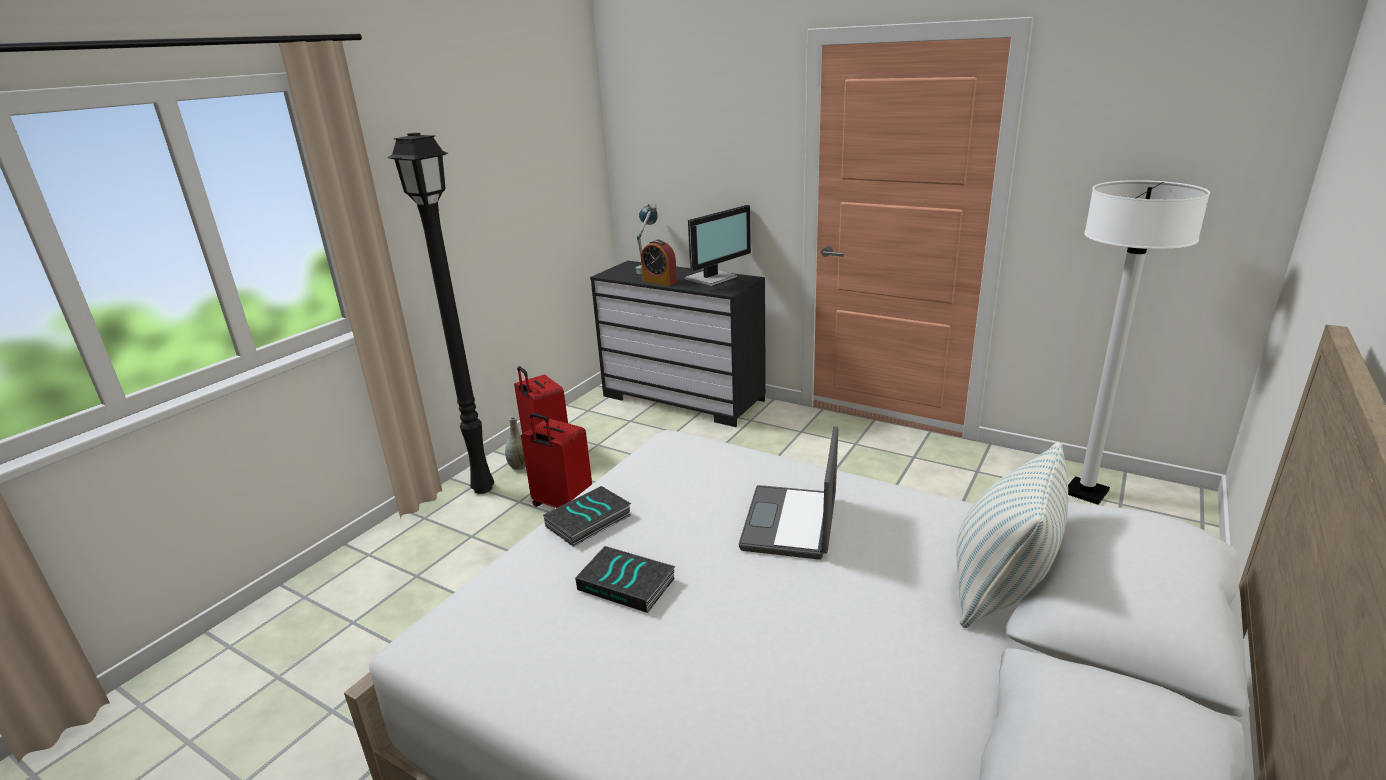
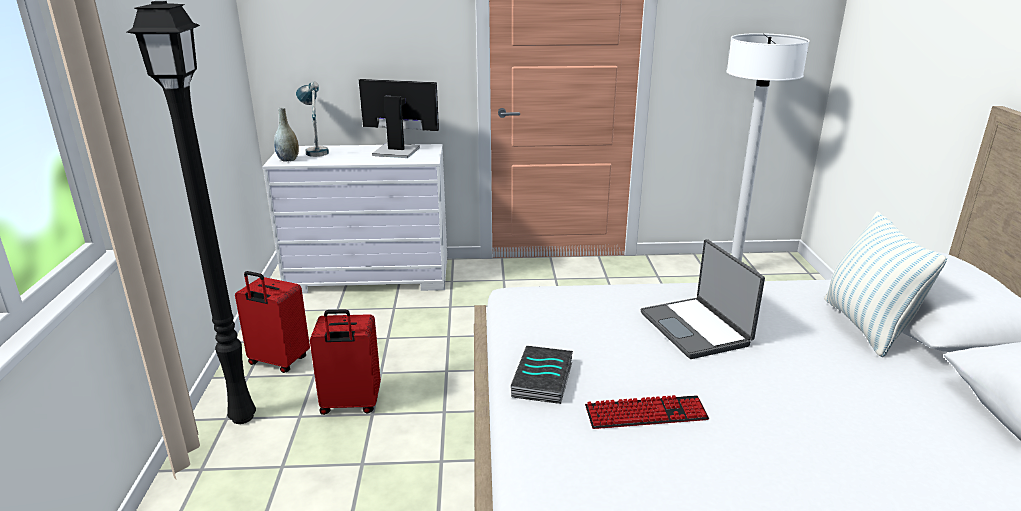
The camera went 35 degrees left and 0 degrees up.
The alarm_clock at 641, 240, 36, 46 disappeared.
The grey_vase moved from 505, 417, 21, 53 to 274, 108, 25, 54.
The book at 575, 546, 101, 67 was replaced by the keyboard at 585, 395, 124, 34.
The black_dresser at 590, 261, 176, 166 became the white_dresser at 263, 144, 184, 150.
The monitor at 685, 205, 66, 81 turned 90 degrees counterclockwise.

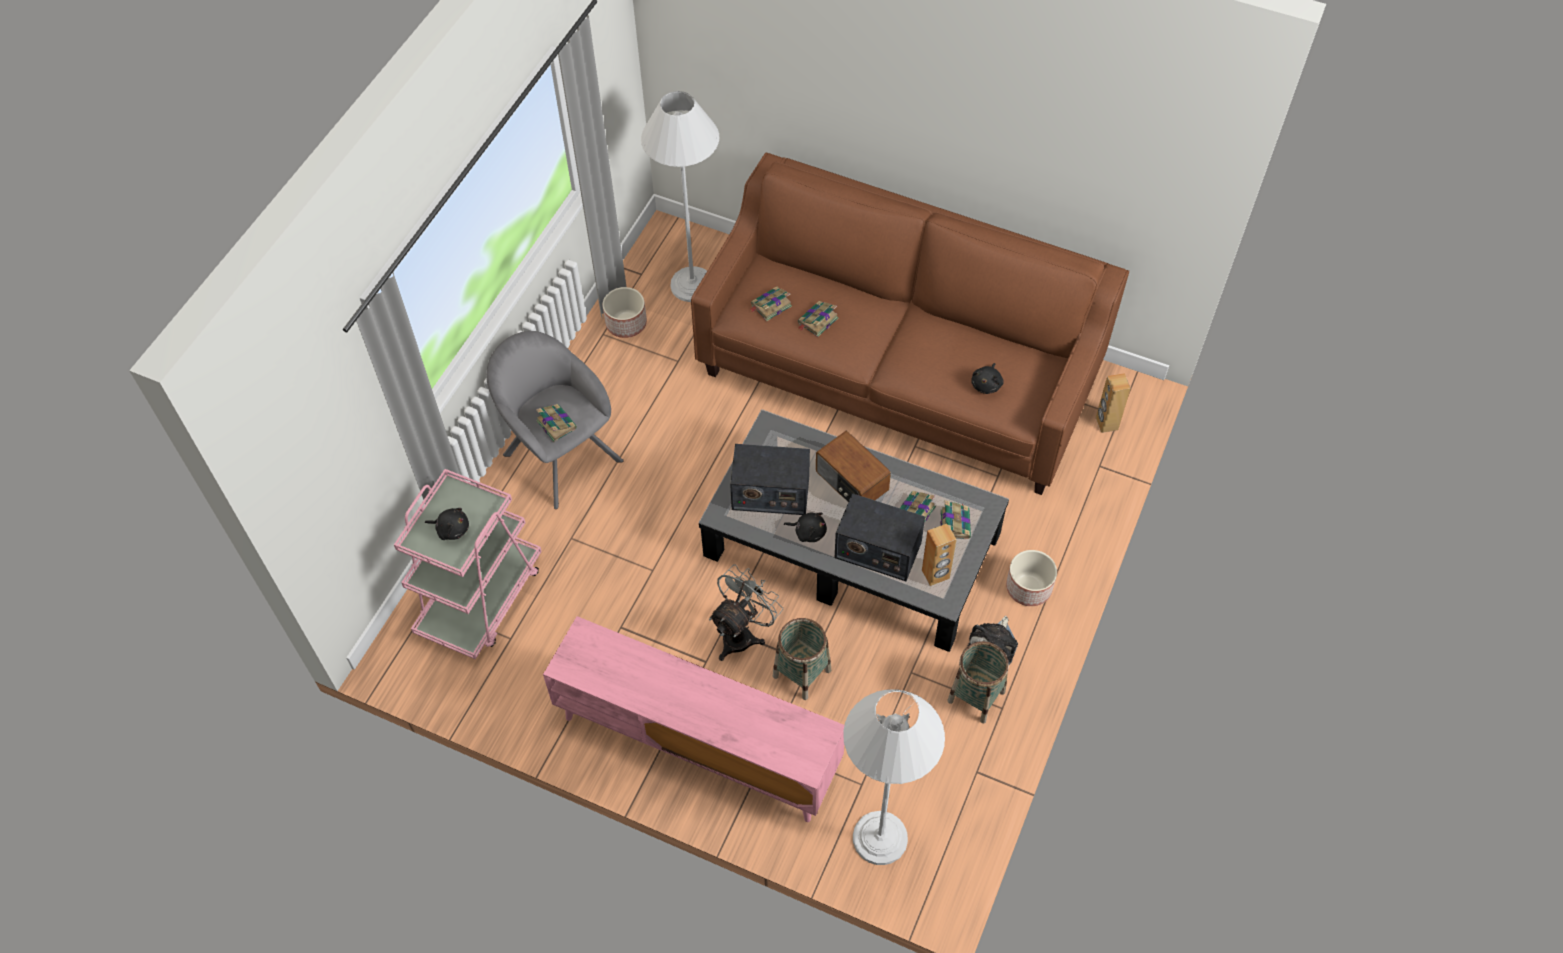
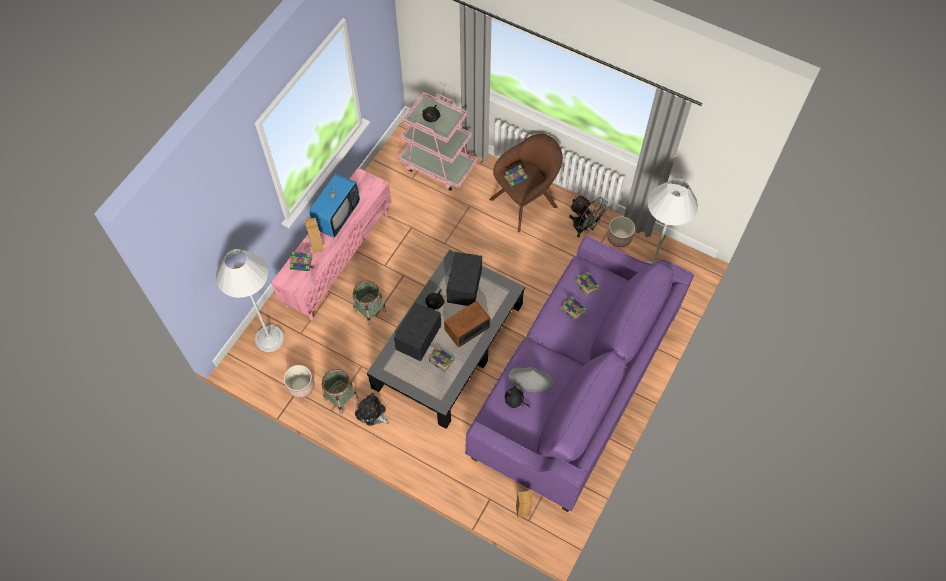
The camera went 95 degrees right and 5 degrees up.
The television at 310, 172, 50, 66 appeared.
The grey_hat at 509, 367, 44, 25 appeared.
The grey_fan moved from 709, 565, 74, 96 to 569, 196, 40, 41.
The brown_speaker moved from 922, 523, 35, 63 to 304, 217, 20, 36.
The book moved from 940, 500, 31, 39 to 290, 252, 24, 19.
The planter moved from 1006, 550, 51, 56 to 284, 365, 30, 33.
The grey_armchair at 486, 331, 137, 178 became the brown_armchair at 489, 134, 74, 98.
The brown_sofa at 691, 153, 438, 342 became the purple_sofa at 465, 236, 229, 276.

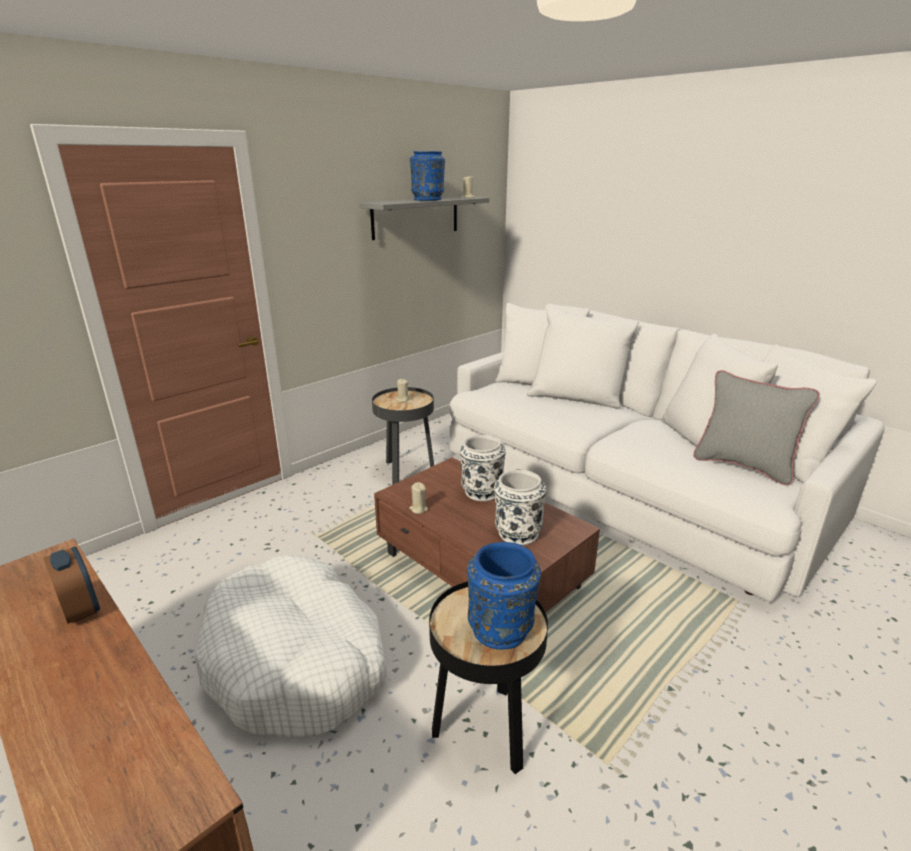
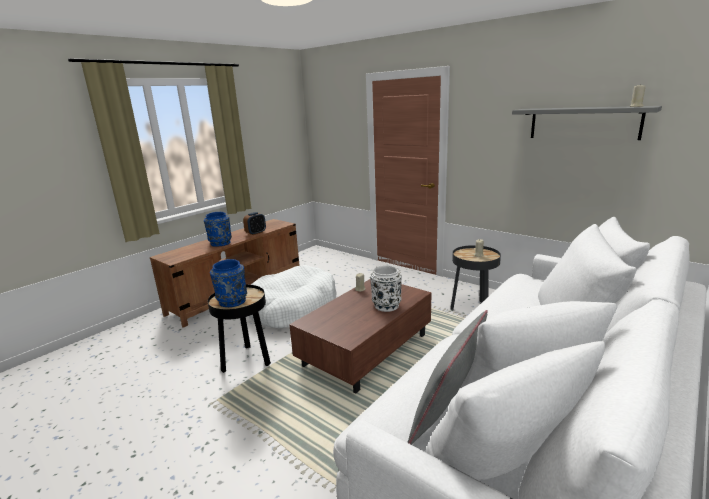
The camera went 85 degrees right and 5 degrees down.
The white_vase at 494, 469, 52, 76 disappeared.
The blue_vase moved from 410, 151, 35, 50 to 204, 212, 28, 35.

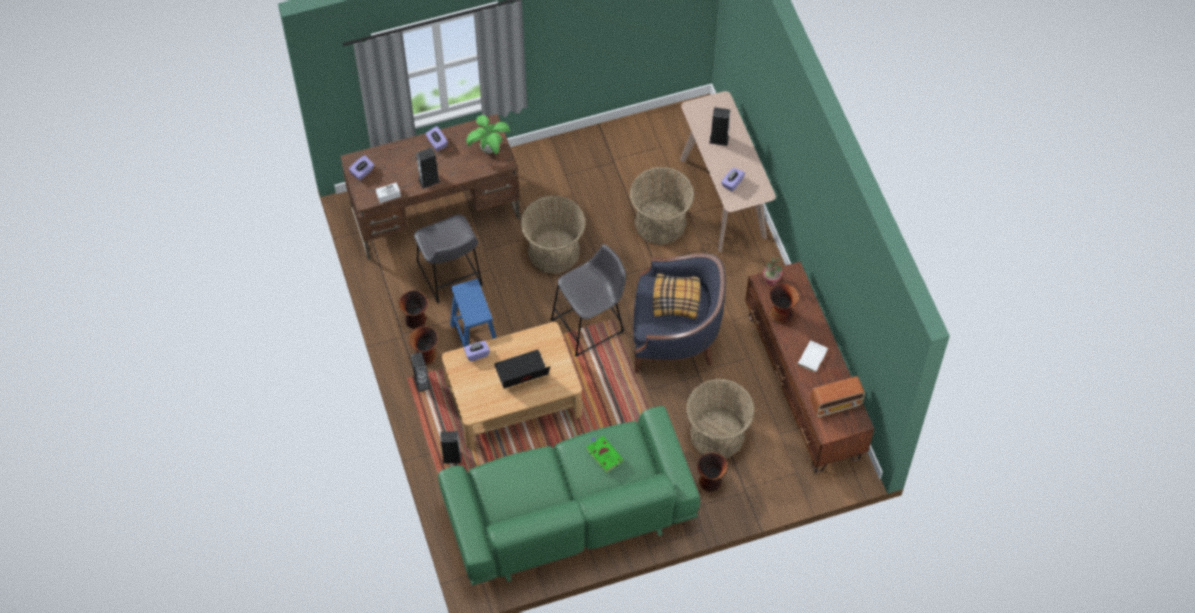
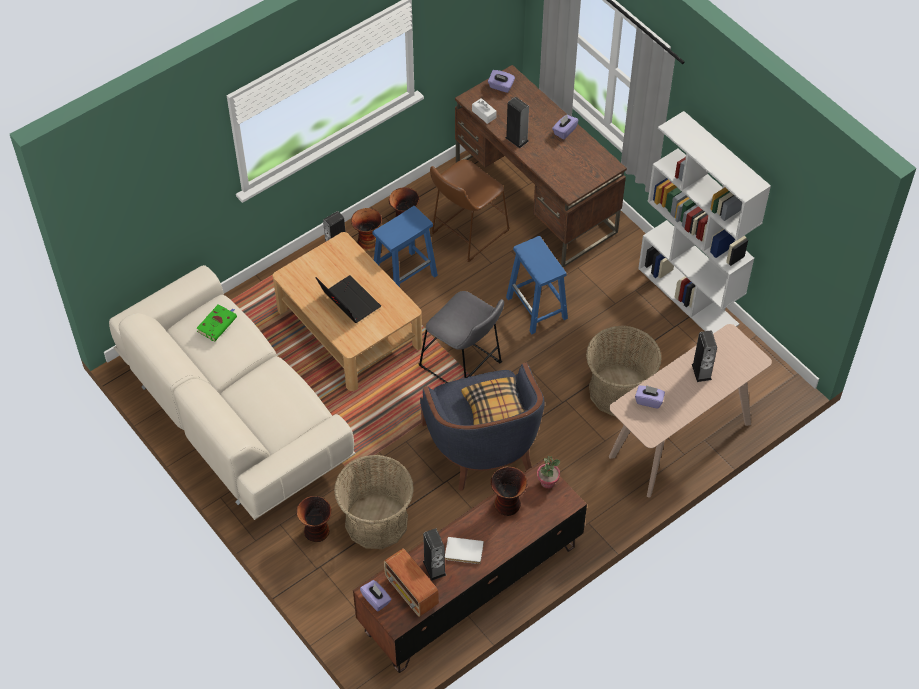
The camera went 70 degrees right and 5 degrees down.
The potted_plant at 466, 115, 44, 39 disappeared.
The white_bookcase at 638, 111, 133, 223 appeared.
The speaker moved from 441, 431, 20, 32 to 423, 528, 23, 53.
The purple_tissue_box moved from 464, 341, 26, 21 to 360, 580, 32, 32.
The green_book moved from 586, 436, 38, 37 to 196, 304, 41, 37.
The basket at 521, 196, 65, 78 was replaced by the blue_stool at 506, 236, 62, 98.
The grey_stool at 414, 215, 69, 88 became the brown_stool at 430, 159, 80, 103.
The green_sofa at 438, 406, 262, 179 became the beige_sofa at 109, 265, 247, 255.

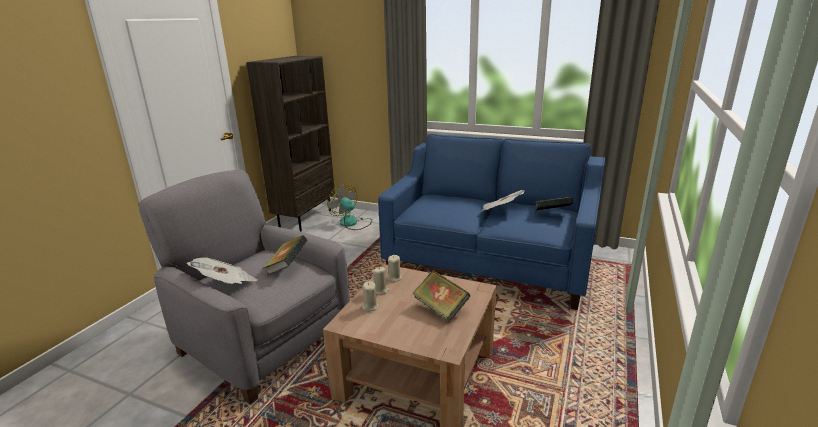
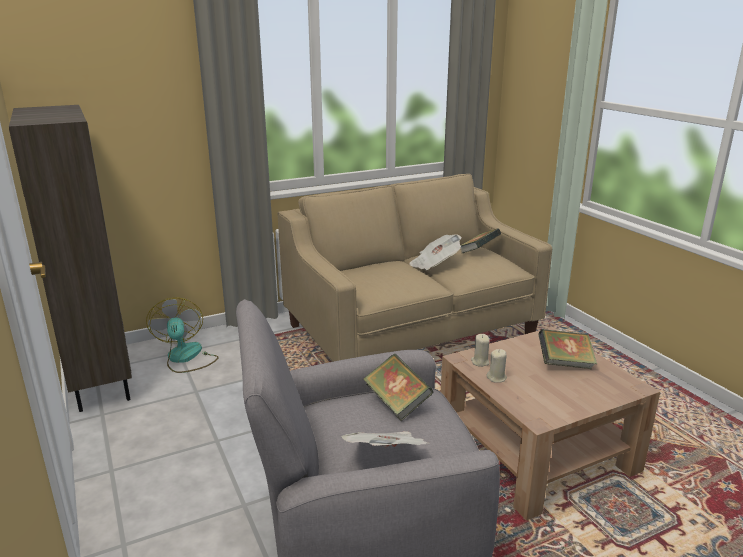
The camera went 50 degrees left and 0 degrees up.
The beige_candle at 362, 281, 16, 31 disappeared.
The blue_sofa at 378, 134, 227, 176 became the beige_sofa at 277, 174, 275, 188.
The fan at 327, 184, 45, 46 turned 75 degrees clockwise.

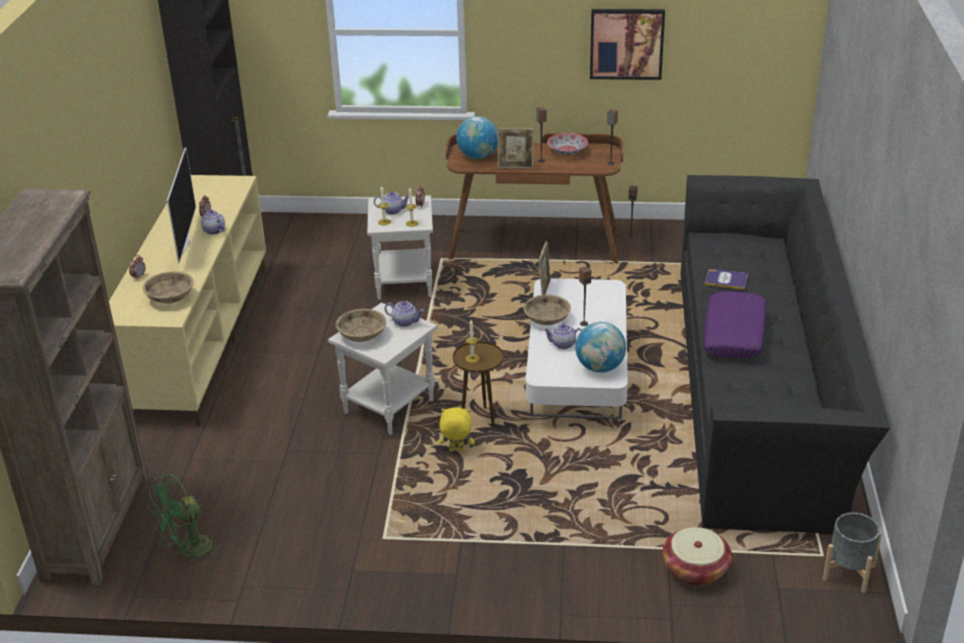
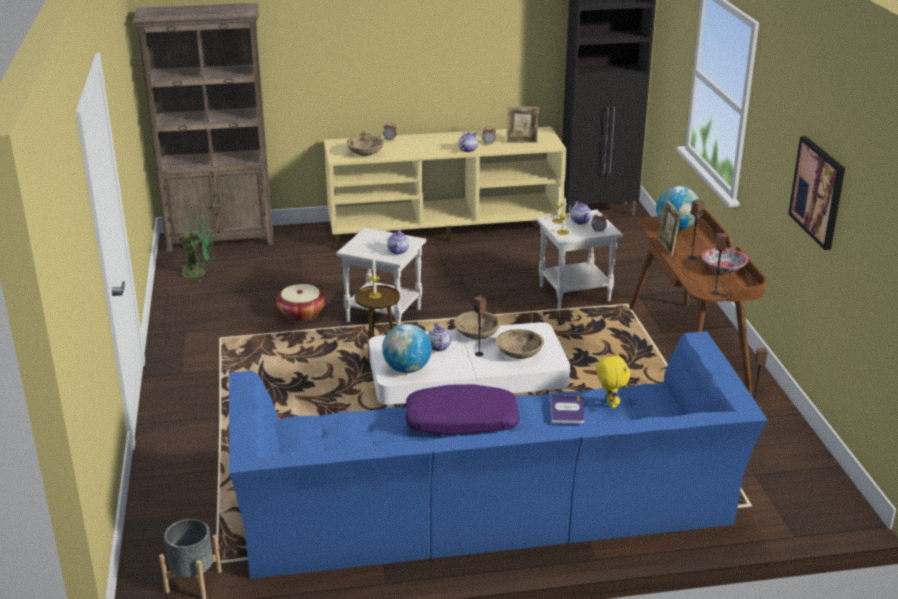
The camera went 75 degrees right and 5 degrees down.
The television at 167, 147, 29, 116 disappeared.
The beige_bowl moved from 336, 309, 50, 33 to 496, 329, 48, 30.
The yellow_plush_toy moved from 439, 407, 35, 45 to 596, 353, 34, 55.
The picture_frame moved from 539, 241, 12, 54 to 506, 106, 33, 37.
The basket moved from 662, 527, 70, 59 to 276, 284, 50, 38.
The black_sofa at 680, 175, 210, 359 became the blue_sofa at 229, 331, 539, 248.
The green_fan at 149, 474, 76, 91 turned 135 degrees clockwise.

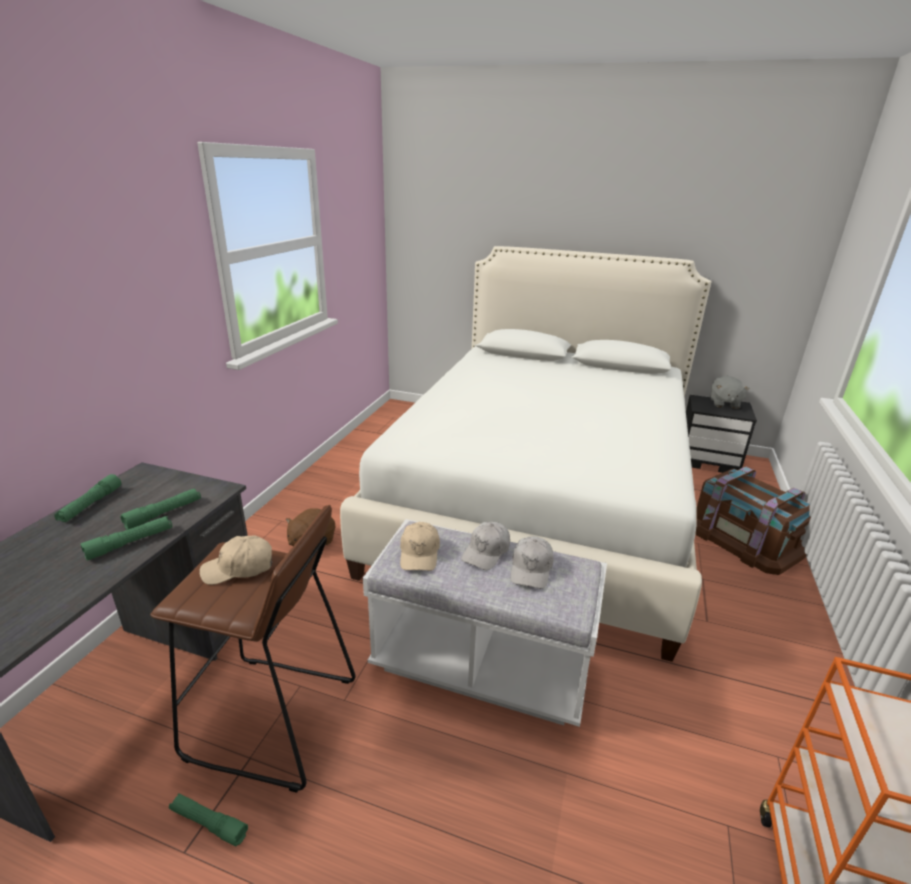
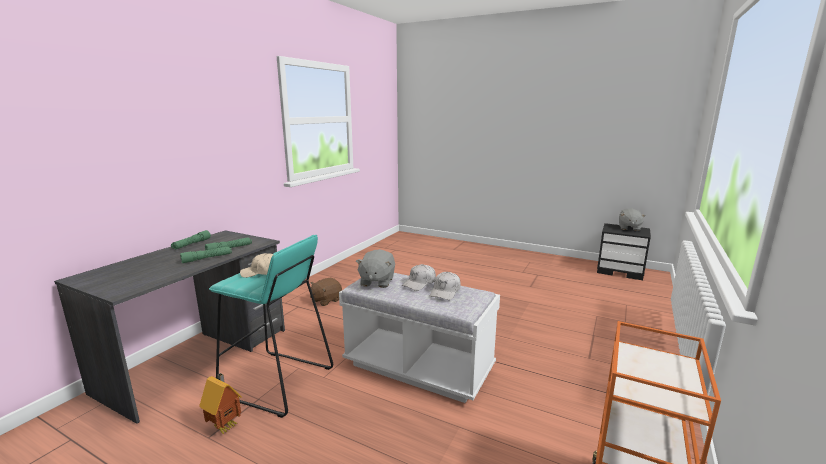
The camera went 10 degrees right and 10 degrees down.
The white_bed at 340, 246, 371, 416 disappeared.
The brown_storage_box at 696, 466, 115, 109 disappeared.
The green_flashlight at 169, 793, 79, 53 was replaced by the toy_house at 199, 373, 43, 61.
The beige_cap at 400, 522, 40, 49 was replaced by the grey_plush_toy at 356, 249, 39, 39.
The brown_stool at 150, 505, 205, 288 became the turquoise_stool at 209, 235, 124, 183.

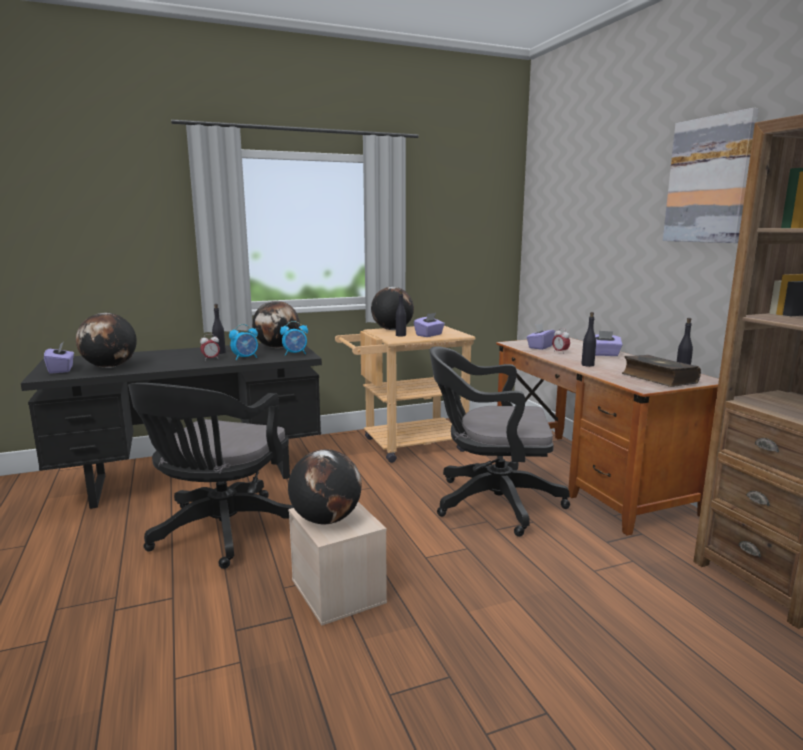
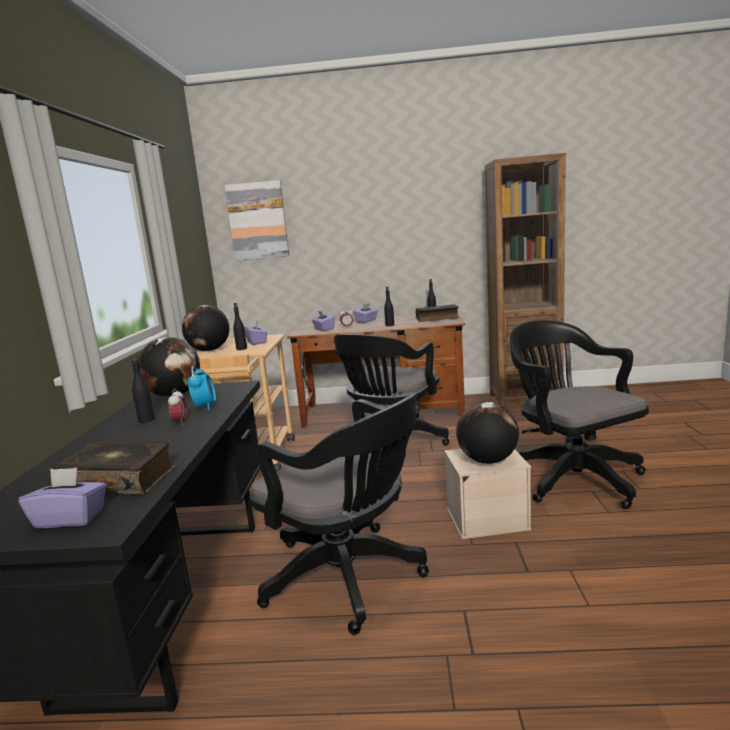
The camera went 65 degrees left and 0 degrees up.
The alarm_clock at 280, 321, 28, 35 disappeared.
The black_office_chair at 510, 320, 139, 189 appeared.
The picture moved from 663, 108, 96, 135 to 225, 180, 64, 81.
The globe at 76, 313, 61, 55 was replaced by the book at 50, 441, 125, 54.

